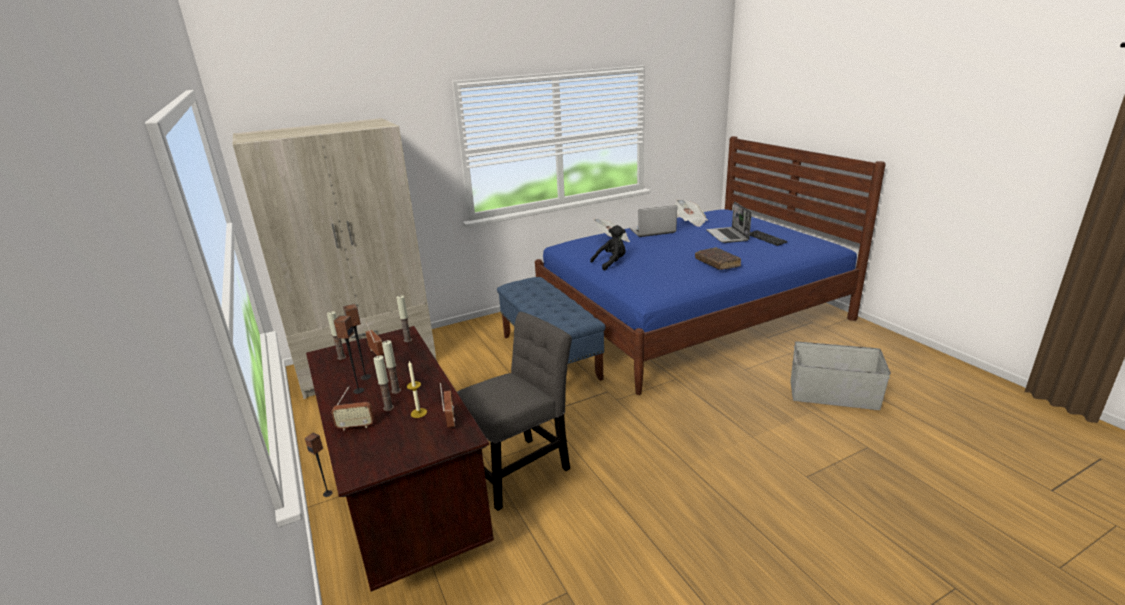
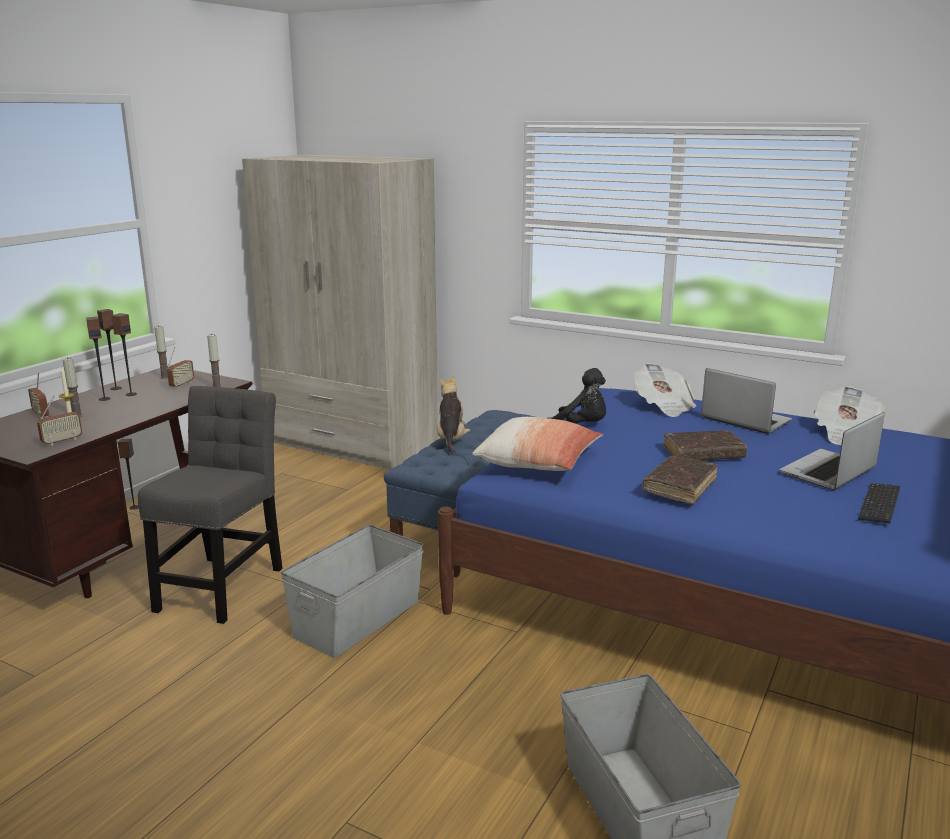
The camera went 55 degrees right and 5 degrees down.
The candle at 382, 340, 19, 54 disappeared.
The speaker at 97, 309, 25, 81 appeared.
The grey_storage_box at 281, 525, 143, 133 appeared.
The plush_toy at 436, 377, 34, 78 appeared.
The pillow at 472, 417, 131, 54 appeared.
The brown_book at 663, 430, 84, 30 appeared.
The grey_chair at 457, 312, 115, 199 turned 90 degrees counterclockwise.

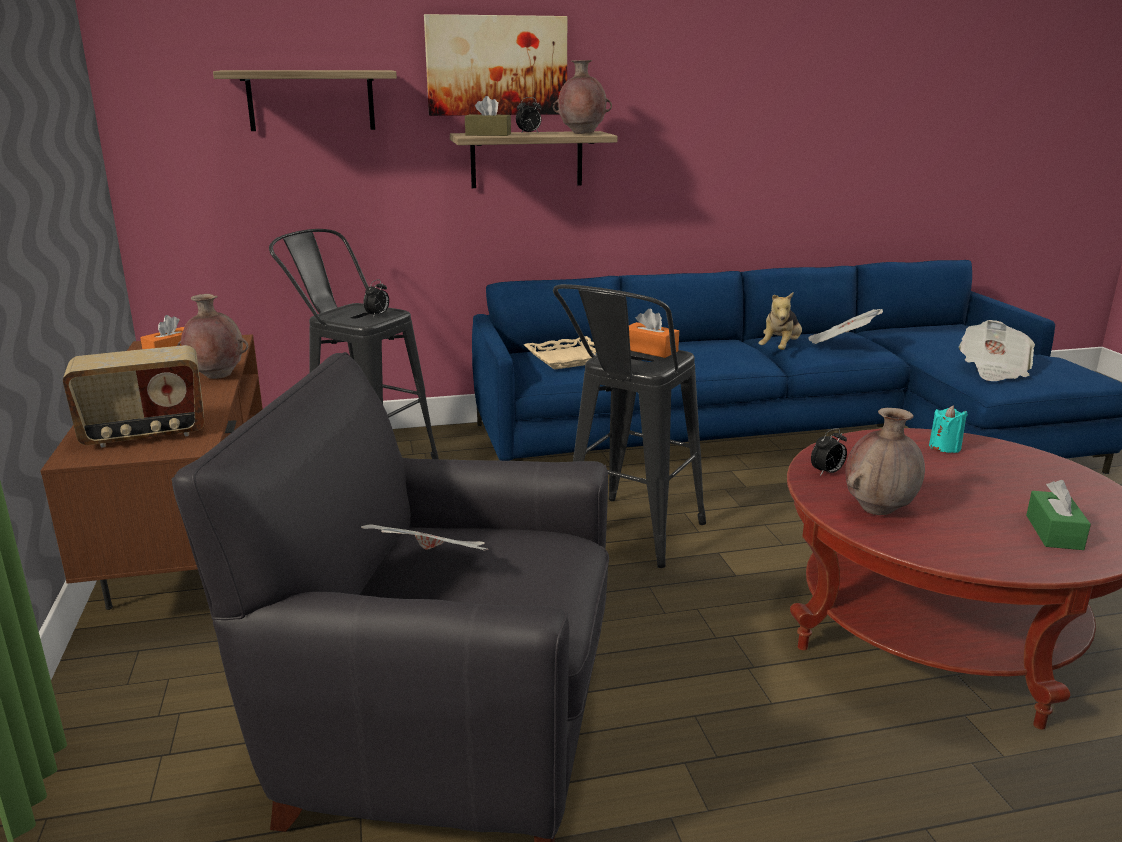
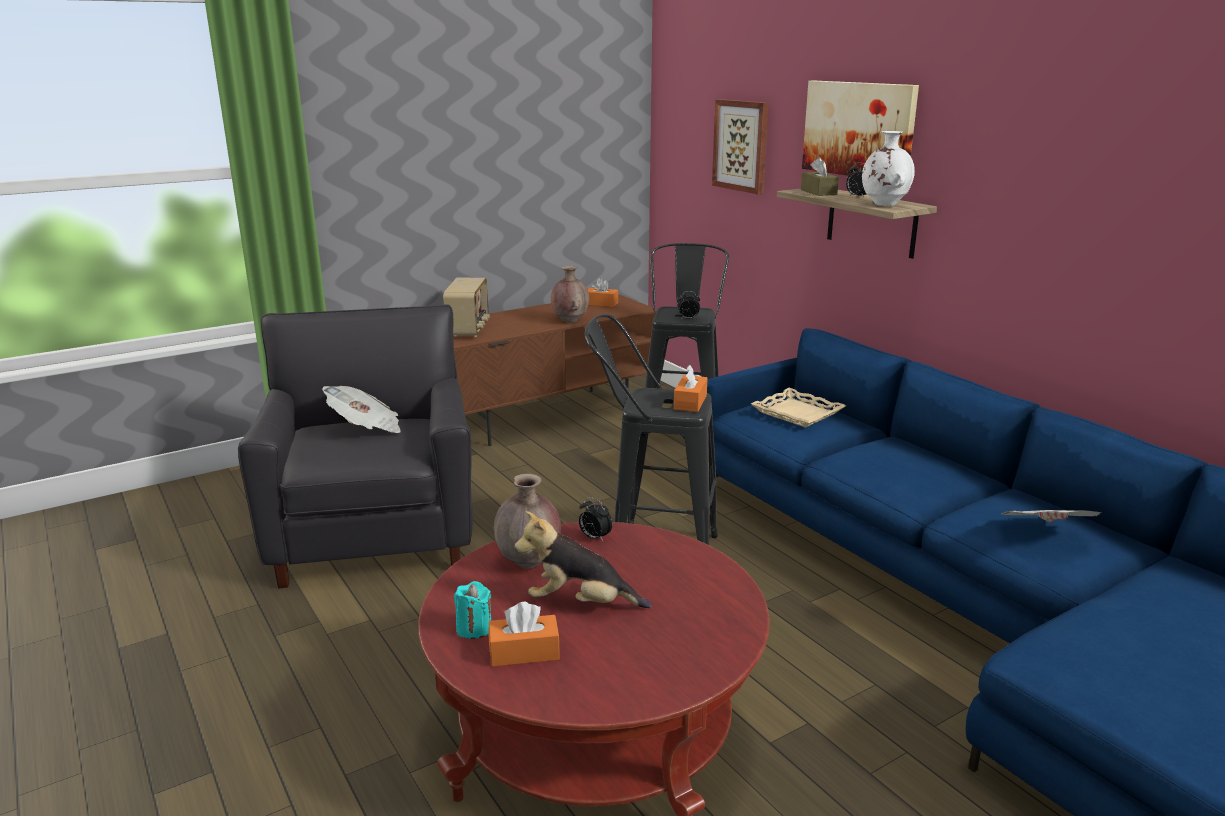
The camera went 70 degrees right and 0 degrees up.
The newspaper at 959, 320, 76, 61 disappeared.
The plush_toy moved from 759, 293, 43, 57 to 515, 511, 136, 97.
The turquoise_candle moved from 929, 405, 39, 48 to 454, 581, 37, 58.
The shelf at 213, 70, 184, 61 was replaced by the picture at 712, 99, 57, 95.
The brown_vase at 553, 60, 59, 74 became the white_vase at 862, 131, 53, 75.
The green_tissue_box at 1026, 480, 65, 70 became the orange_tissue_box at 489, 602, 71, 65.
The radio at 63, 345, 142, 102 turned 135 degrees counterclockwise.

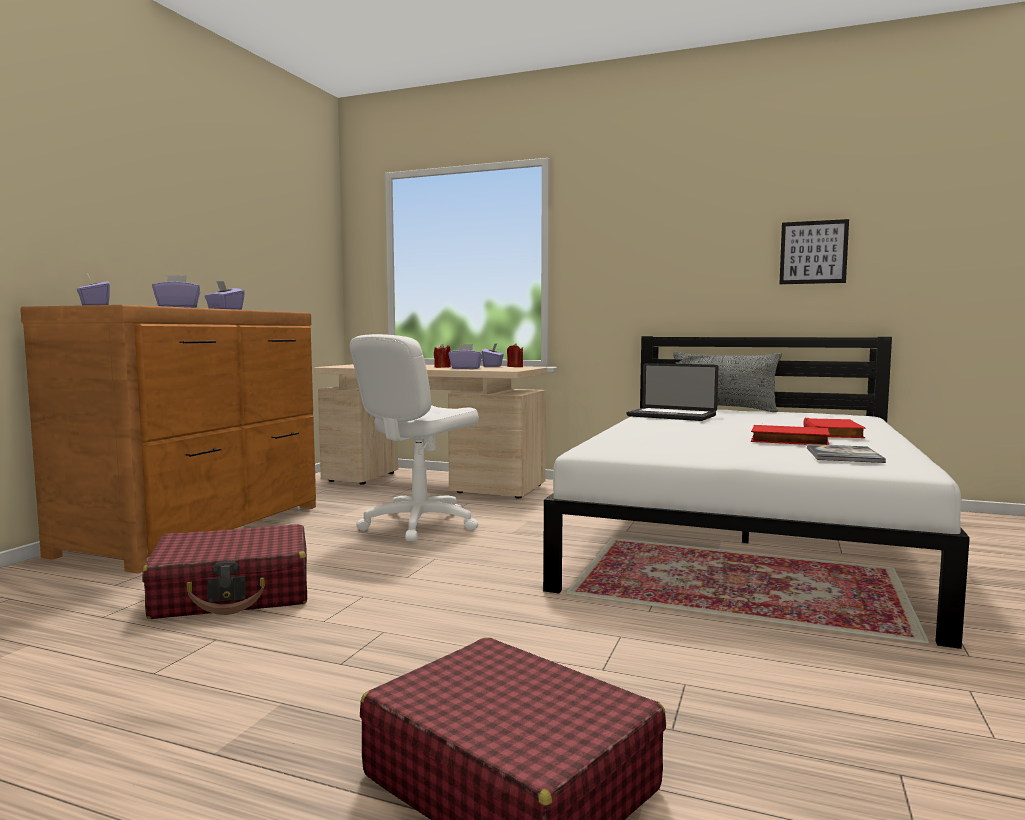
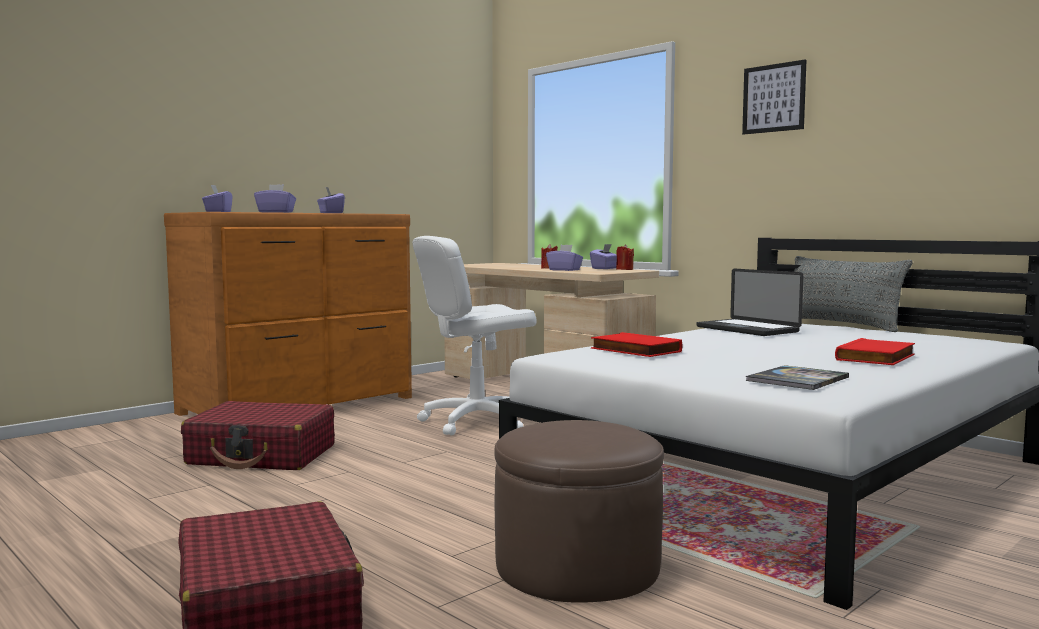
The camera went 25 degrees right and 0 degrees up.
The brown_ottoman at 494, 420, 170, 183 appeared.
The red_book moved from 751, 425, 79, 20 to 591, 332, 91, 25.
The picture moved from 779, 219, 70, 65 to 742, 60, 65, 74.

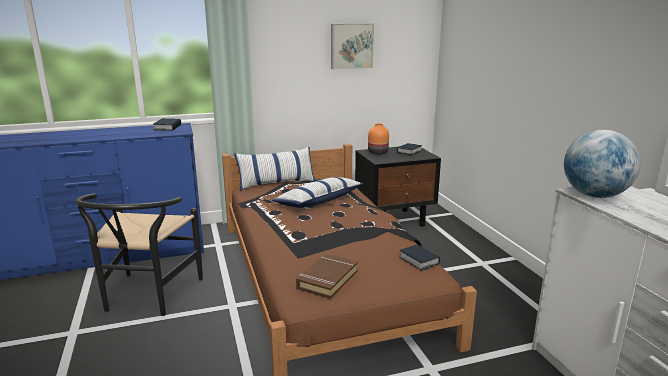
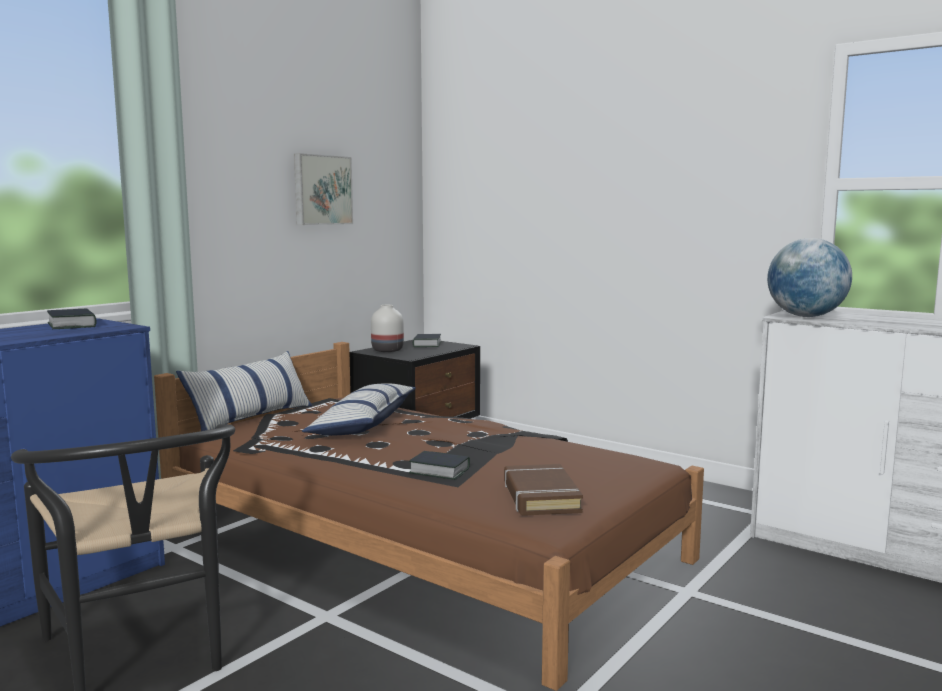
The camera went 35 degrees left and 10 degrees down.
The book moved from 400, 245, 40, 26 to 409, 451, 61, 29.
The orange_vase at 368, 123, 21, 32 became the white_vase at 371, 305, 33, 47.

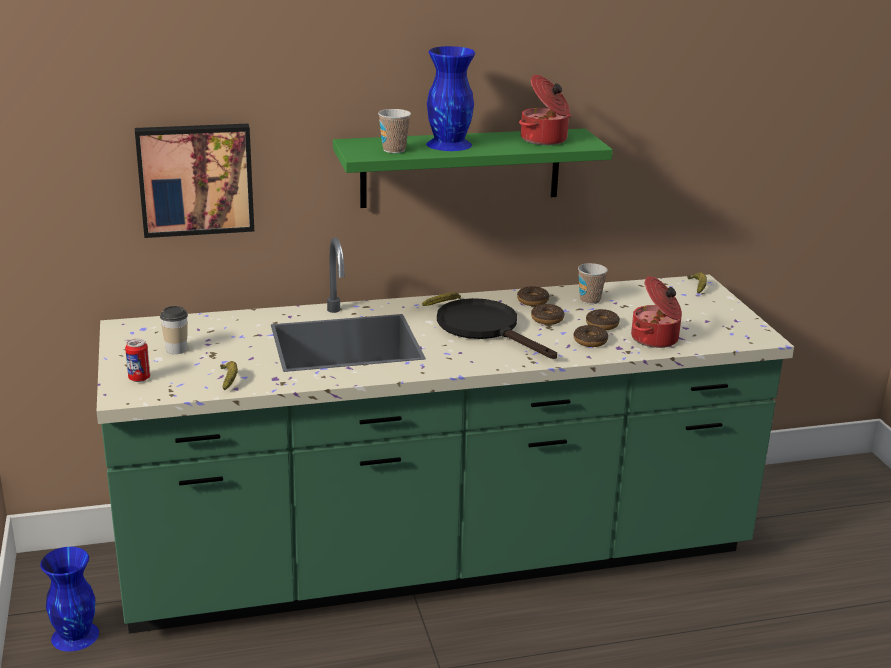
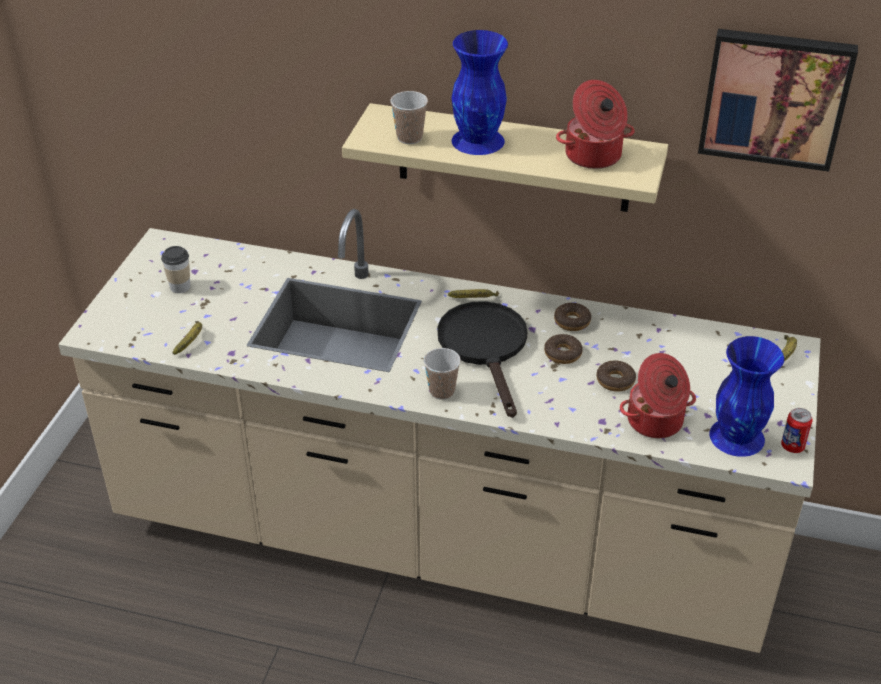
The camera went 30 degrees right and 15 degrees up.
The donut at 573, 325, 35, 22 disappeared.
The blue_vase moved from 40, 547, 59, 105 to 709, 336, 75, 121.
The can moved from 125, 339, 25, 43 to 781, 408, 32, 45.
The picture moved from 135, 124, 119, 114 to 698, 29, 160, 143.
The cup moved from 578, 263, 30, 41 to 424, 348, 37, 52.
The green_counter at 97, 237, 697, 397 became the beige_counter at 58, 209, 763, 444.
The green_shelf at 333, 128, 280, 80 became the beige_shelf at 342, 103, 326, 109.

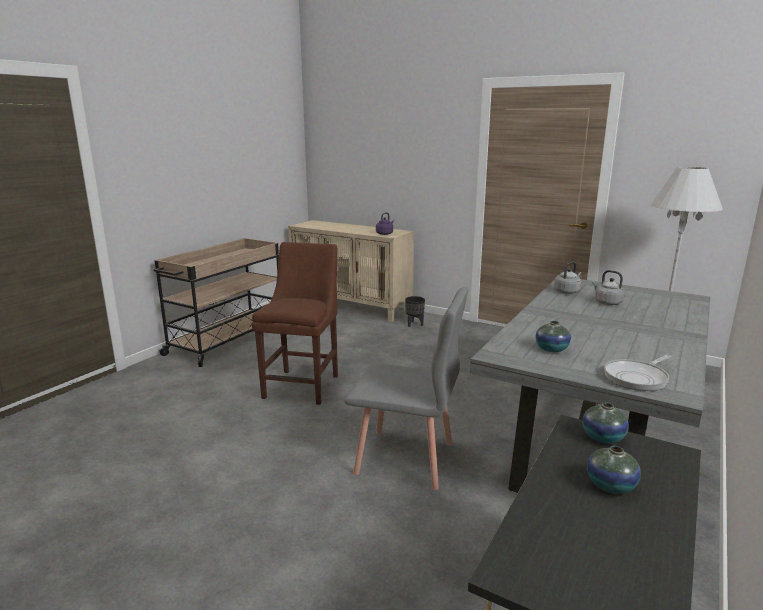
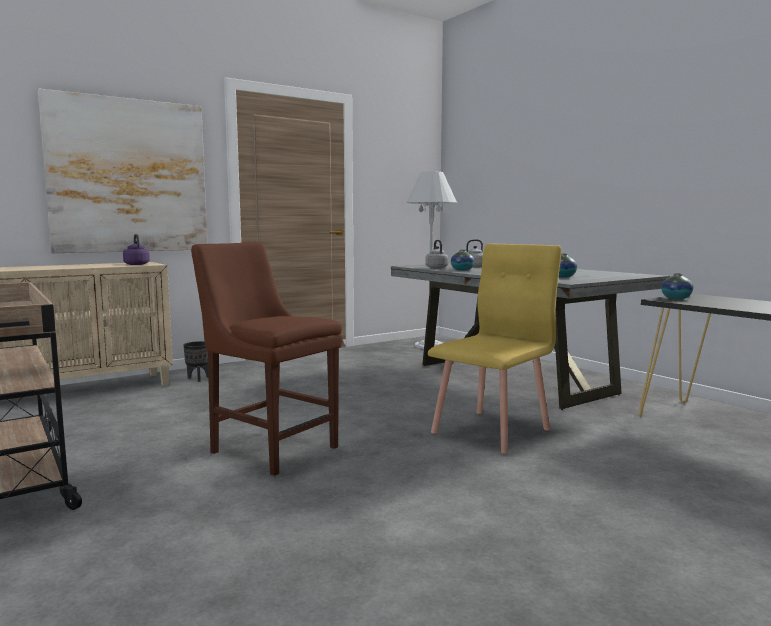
The camera went 65 degrees left and 10 degrees down.
The frying_pan at 604, 355, 67, 36 disappeared.
The picture at 38, 89, 170, 164 appeared.
The vase moved from 587, 446, 54, 48 to 451, 250, 24, 21.
The grey_chair at 345, 287, 123, 203 became the yellow_chair at 428, 243, 133, 211.

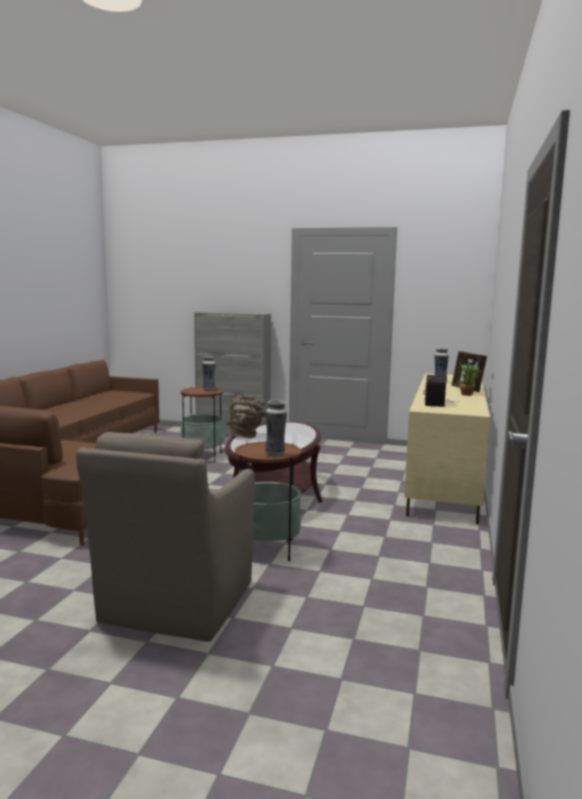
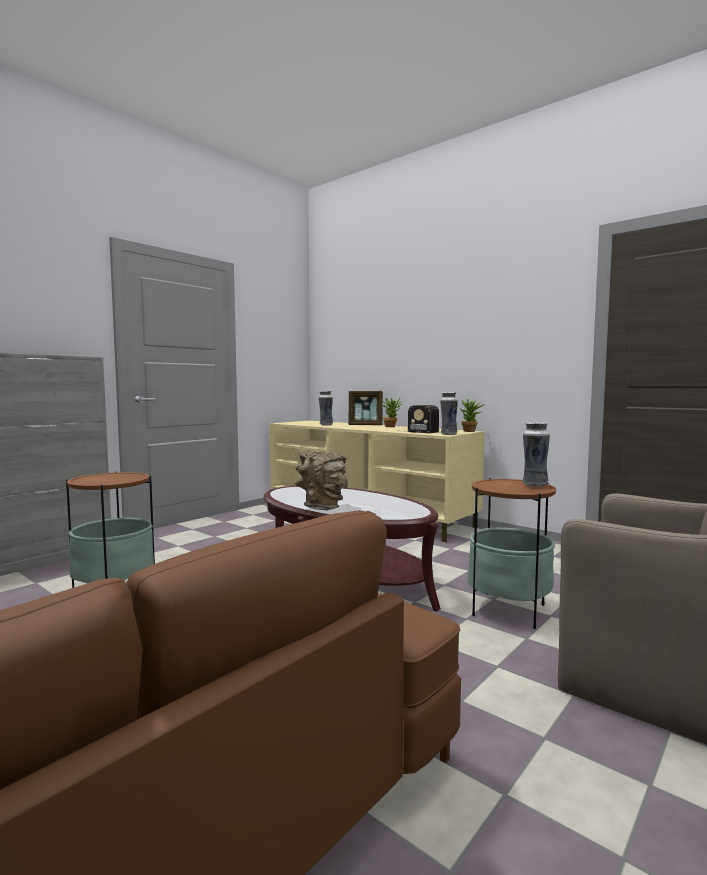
The camera went 65 degrees left and 5 degrees down.
The potted_plant at 460, 399, 24, 33 appeared.
The vase moved from 202, 357, 13, 34 to 440, 392, 18, 43.

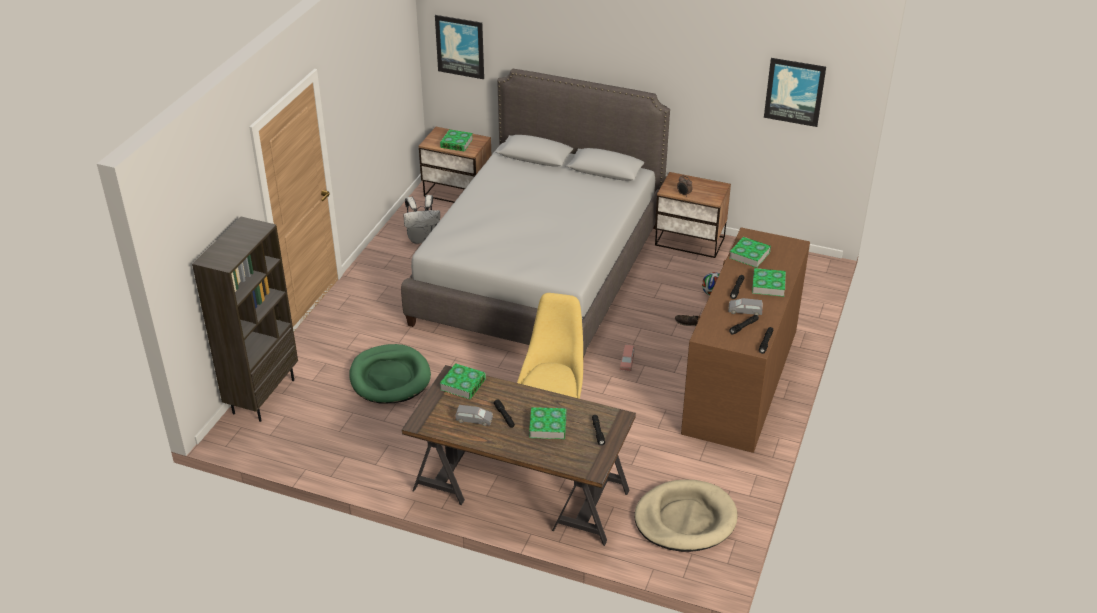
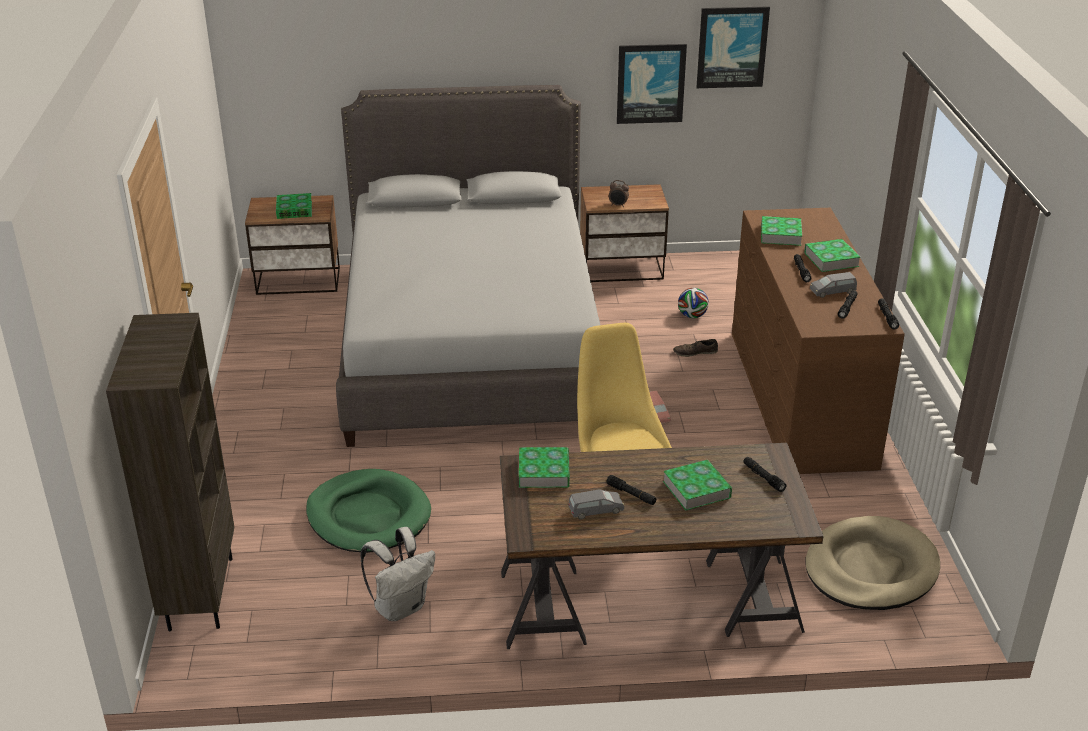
The camera went 25 degrees left and 5 degrees down.
The white_backpack moved from 403, 195, 37, 49 to 361, 527, 74, 94.
The picture moved from 435, 15, 49, 64 to 617, 44, 70, 80.

